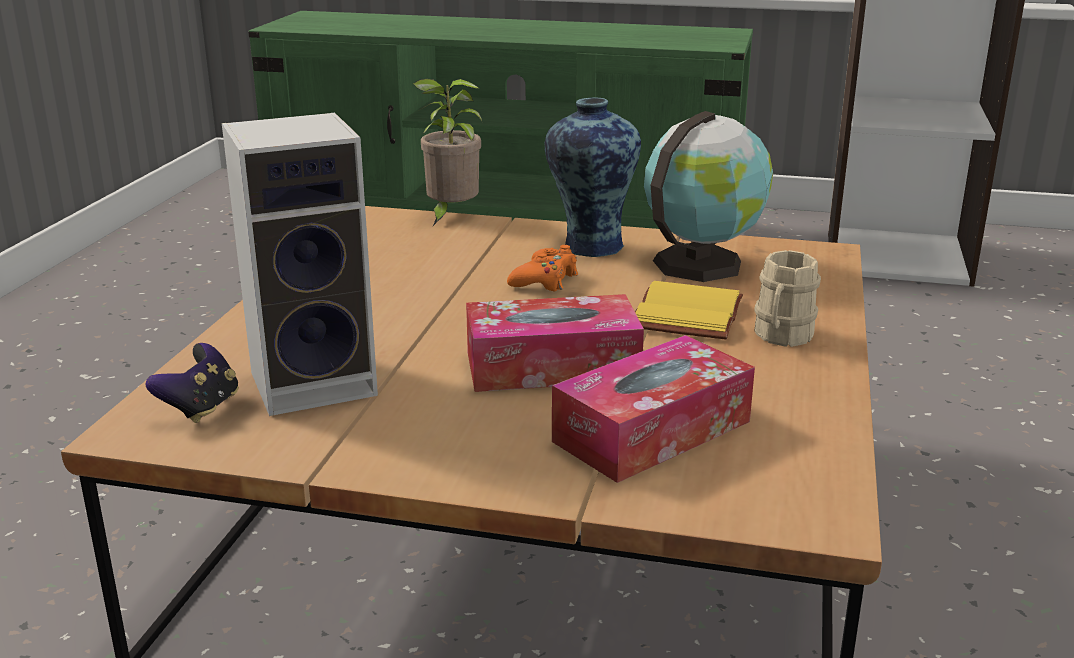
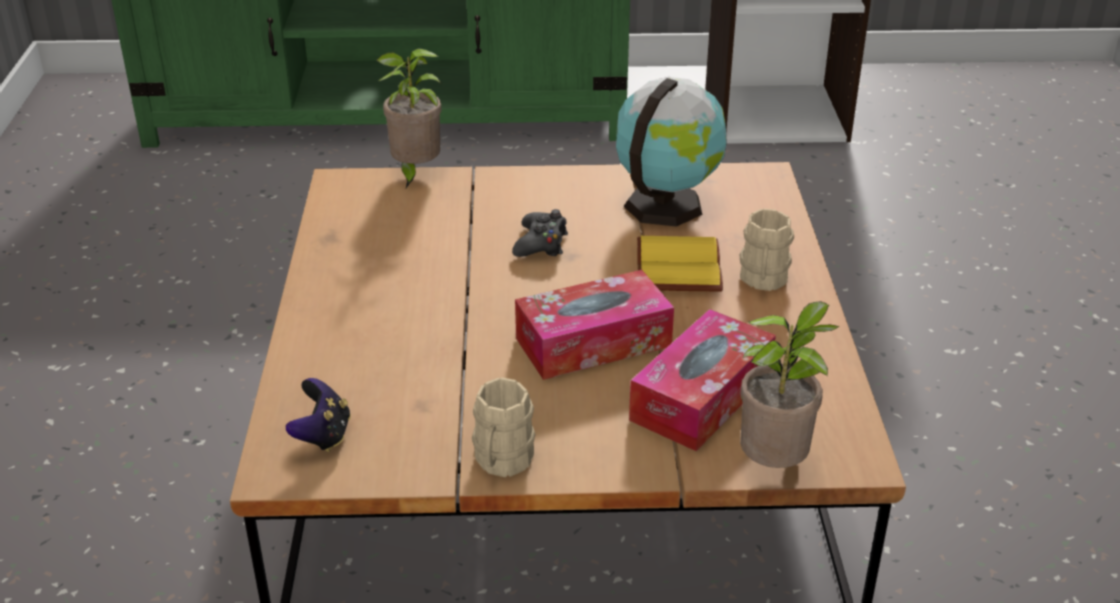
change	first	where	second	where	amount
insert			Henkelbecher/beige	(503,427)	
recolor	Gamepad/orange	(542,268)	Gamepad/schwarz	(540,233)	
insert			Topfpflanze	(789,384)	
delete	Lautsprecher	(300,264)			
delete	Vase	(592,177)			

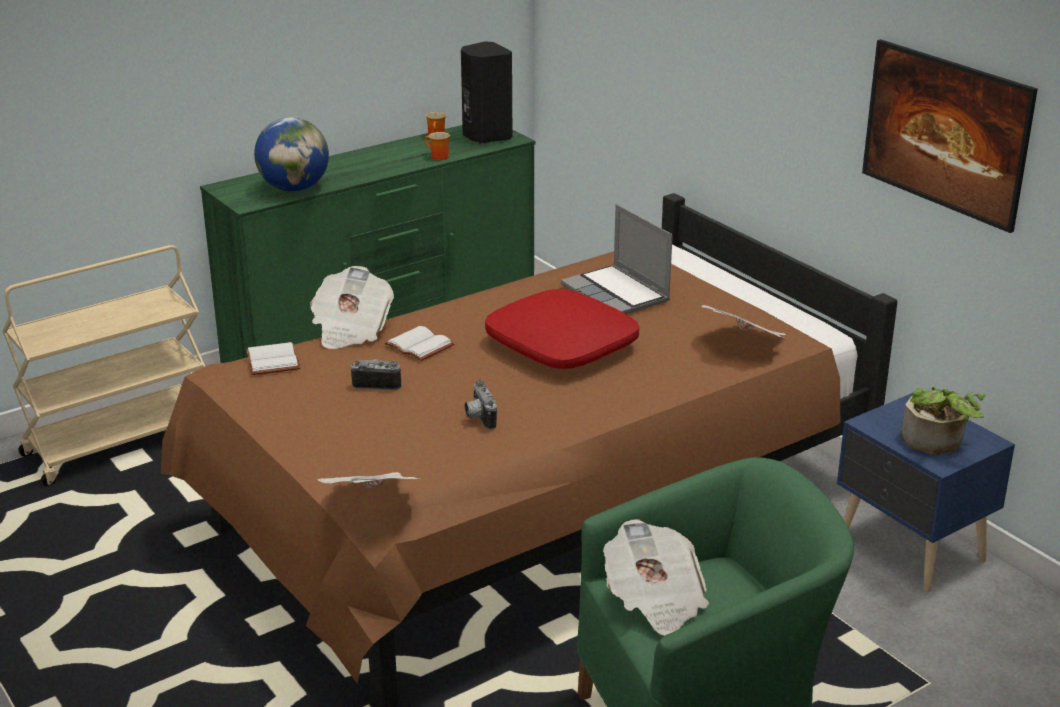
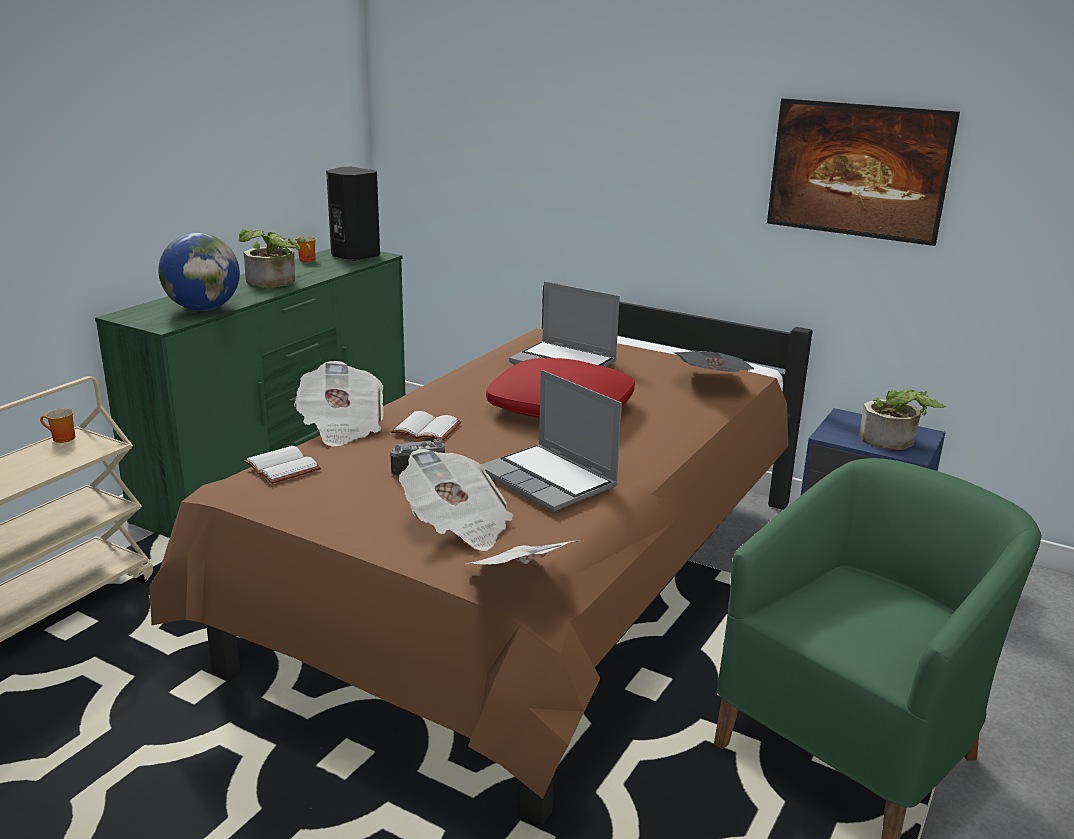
change	first	where	second	where	amount
move	Henkelbecher	(437,146)		(57,425)	
insert			Topfpflanze	(272,258)	
move	Zeitung	(656,577)		(456,500)	
replace	Kamera	(481,405)	Laptop	(551,441)	

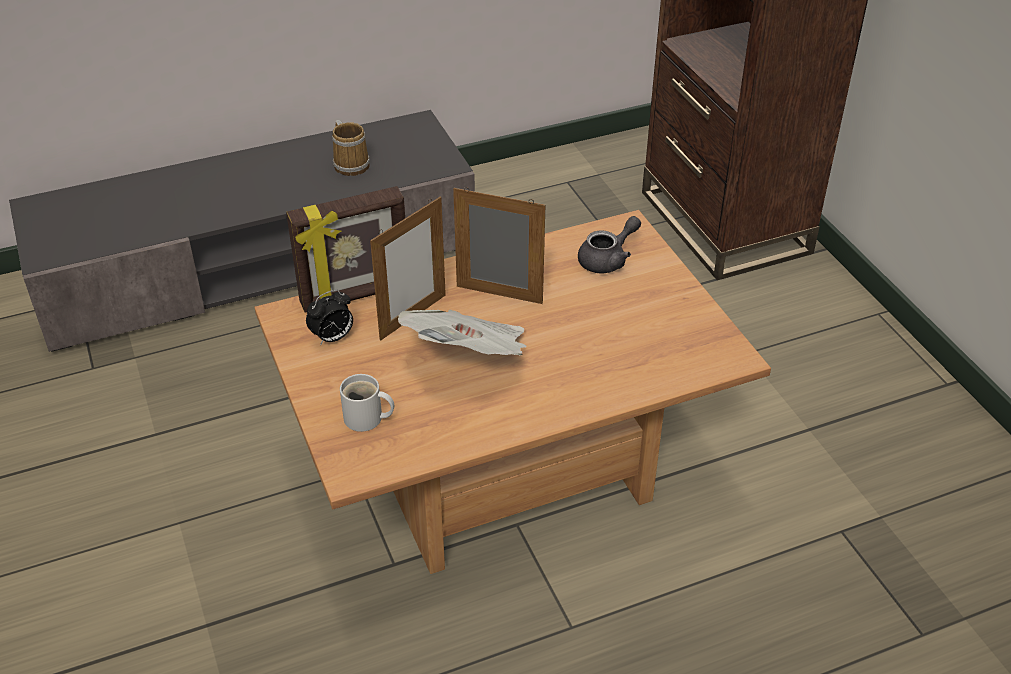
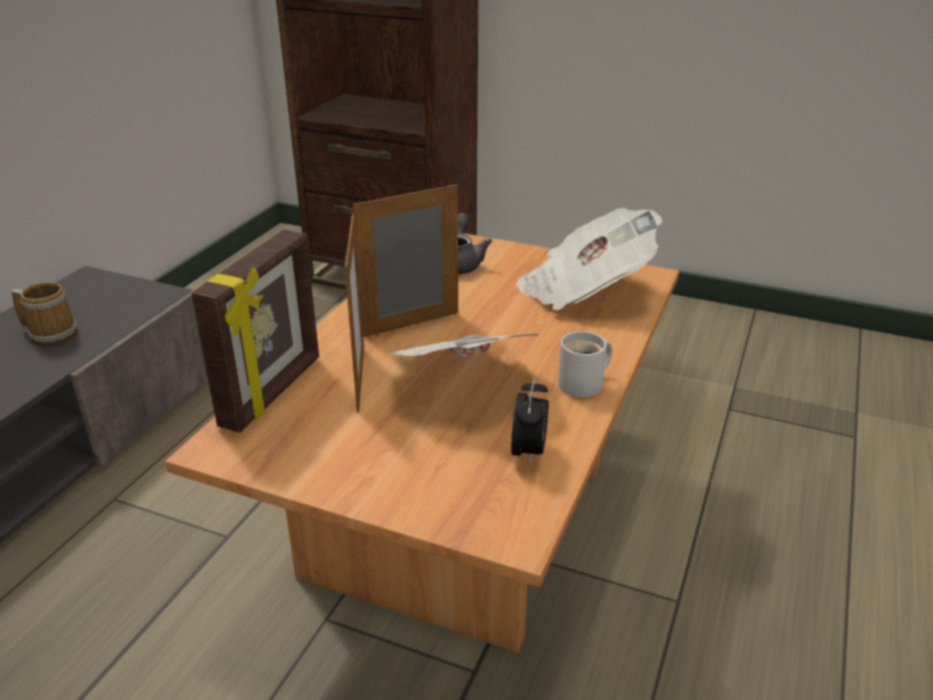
change	first	where	second	where	amount
move	Wecker	(329,317)		(529,421)	
insert			Zeitung	(589,259)	
move	Henkelbecher/weiß	(367,403)		(585,364)	

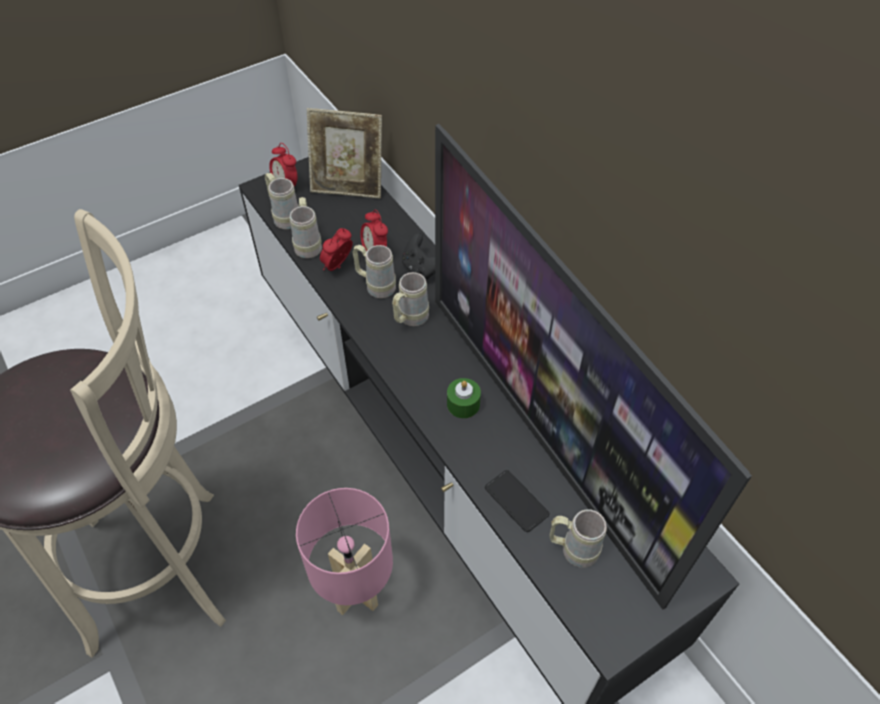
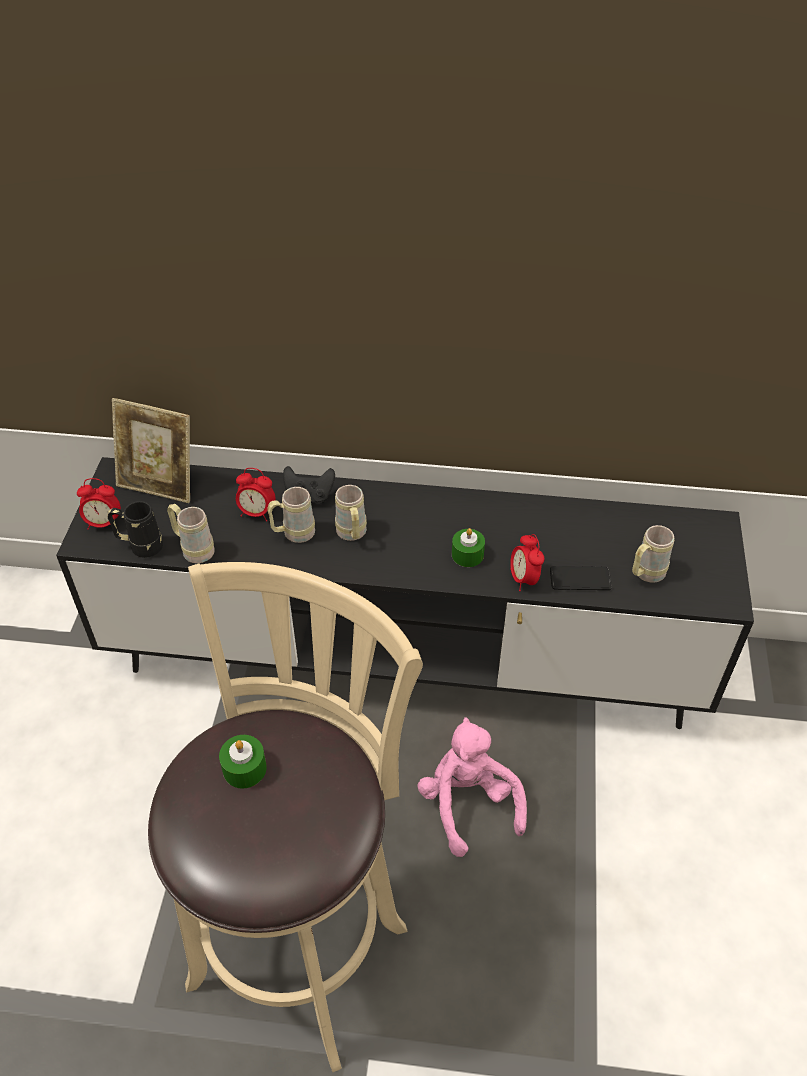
change	first	where	second	where	amount
recolor	Henkelbecher/beige	(282,201)	Henkelbecher/schwarz	(135,529)	
rotate	Bilderrahmen	(344,153)		(151,450)	60 degrees clockwise
insert			Kerze/grün	(243,762)	
replace	Tischlampe/rosa	(344,551)	Plüschtier/rosa	(472,787)	
move	Wecker	(336,249)		(527,562)	
delete	Fernseher	(593,367)			

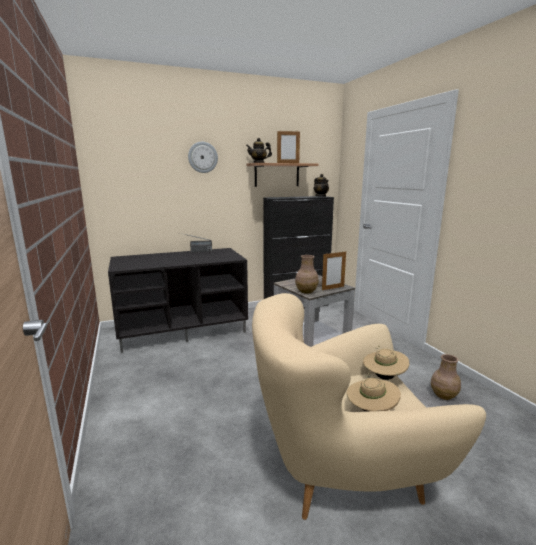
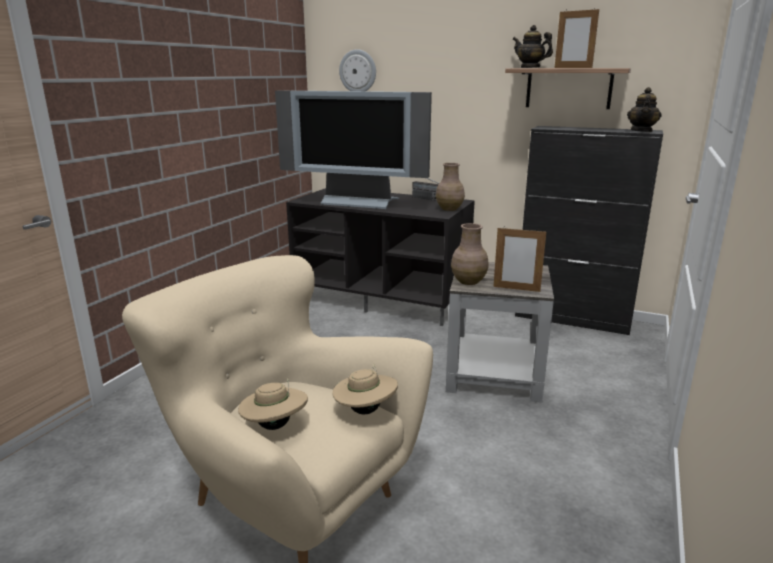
change	first	where	second	where	amount
insert			Fernseher	(353,150)	
move	Wanduhr	(203,157)		(357,70)	
move	Vase/braun	(446,377)		(450,187)	

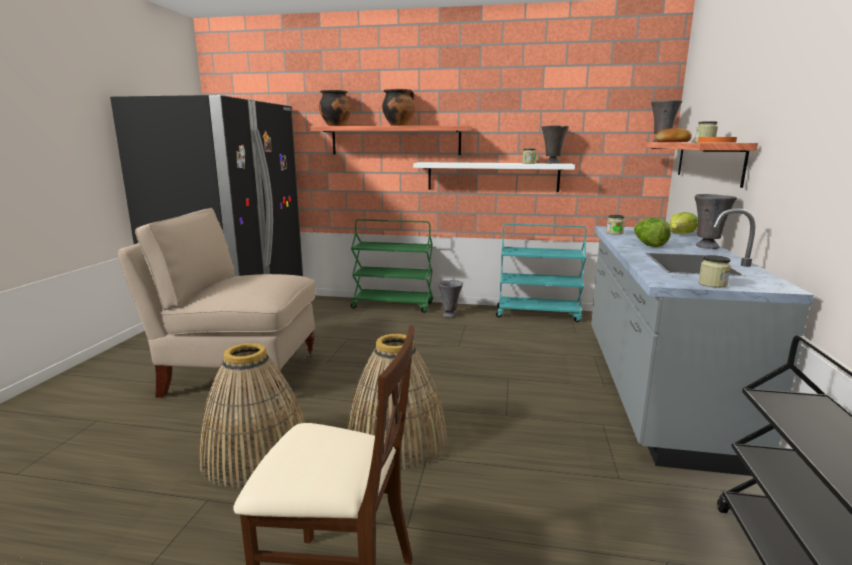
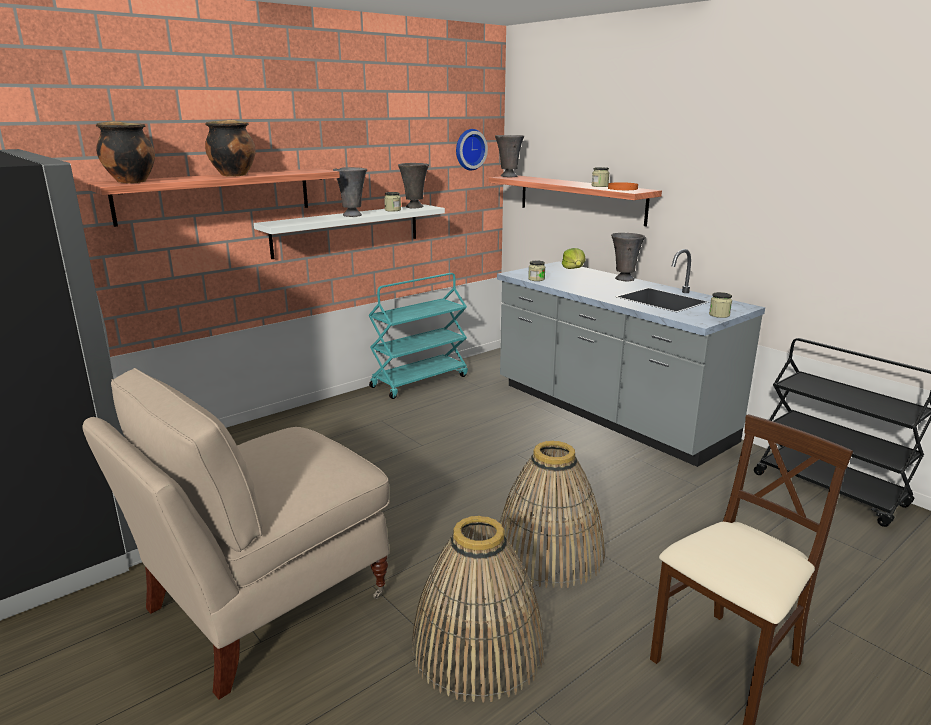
change	first	where	second	where	amount
move	Vase/grau	(450,299)		(350,192)	
insert			Wanduhr	(472,150)	
delete	Rollwagen/grün	(392,266)			
delete	Salatkopf	(652,232)			
delete	Brot	(673,135)			

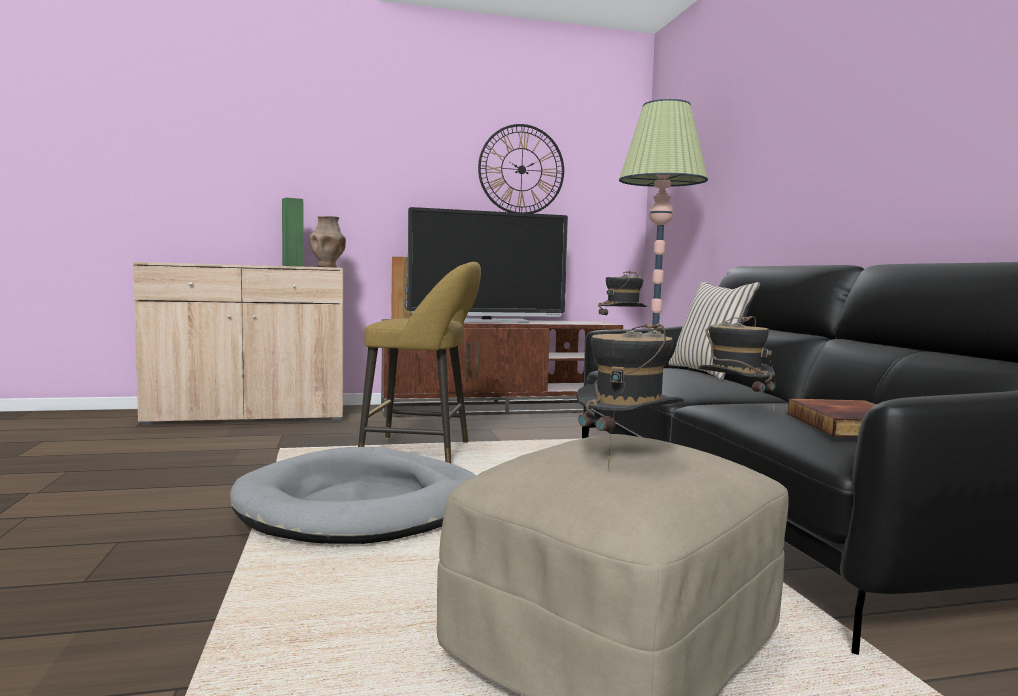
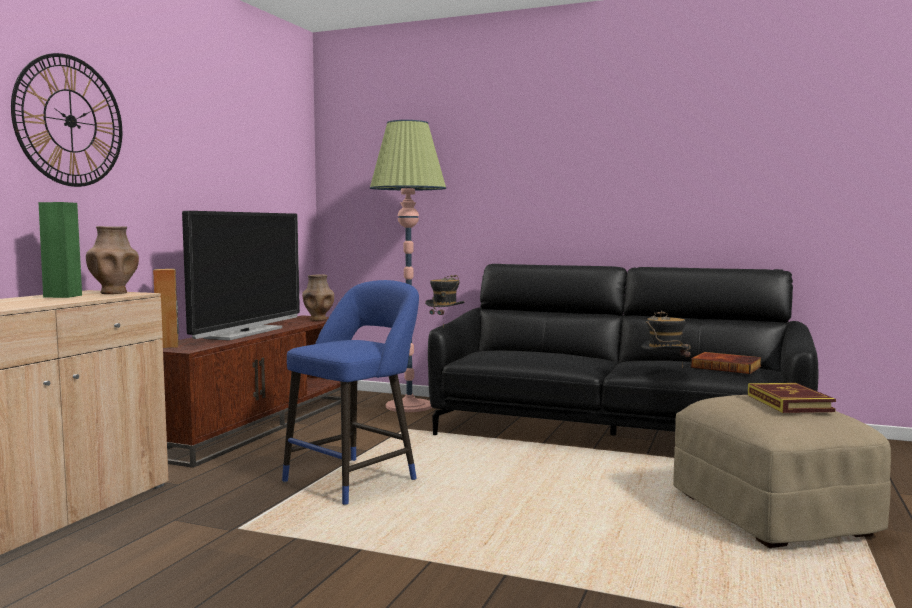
change	first	where	second	where	amount
move	Wanduhr	(521,169)		(66,120)	
recolor	Hocker/gelb	(419,362)	Hocker/blau	(350,392)	
insert			Vase/braun	(318,297)	
replace	Hut	(630,395)	Buch	(792,398)	
delete	Hundebett/grau	(353,495)			
delete	Kissen/beige	(714,331)			

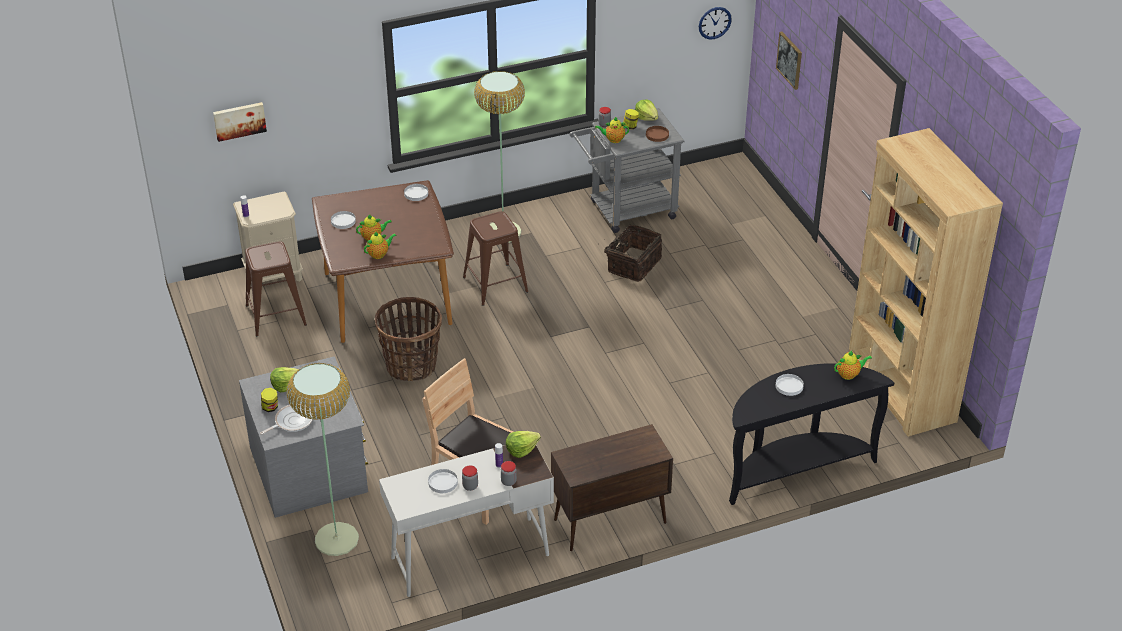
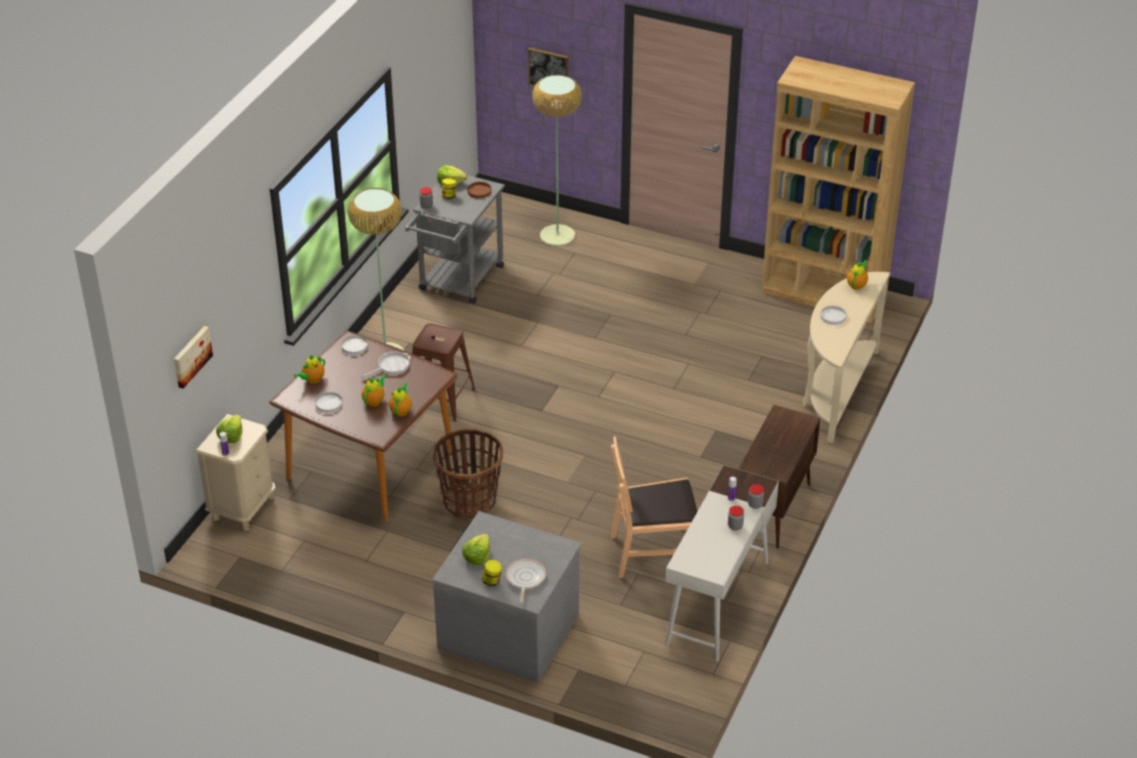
change	first	where	second	where	amount
move	Salatkopf	(523,444)		(229,429)	
move	Teekanne	(612,130)		(309,369)	
insert			Pfanne	(386,365)	
move	Stehlampe	(322,459)		(557,160)	
recolor	Konsolentisch/schwarz	(811,434)	Konsolentisch/beige	(846,357)	
delete	Hocker/braun	(276,288)			
delete	Teller/weiß	(443,481)			
delete	Korb	(633,253)			
delete	Wanduhr	(715,23)			

